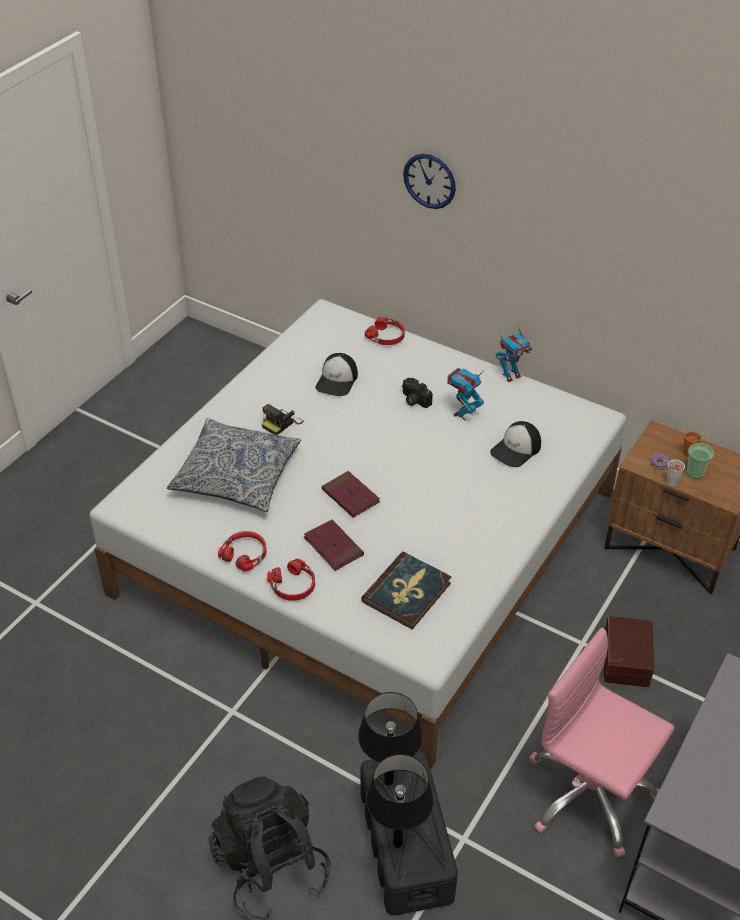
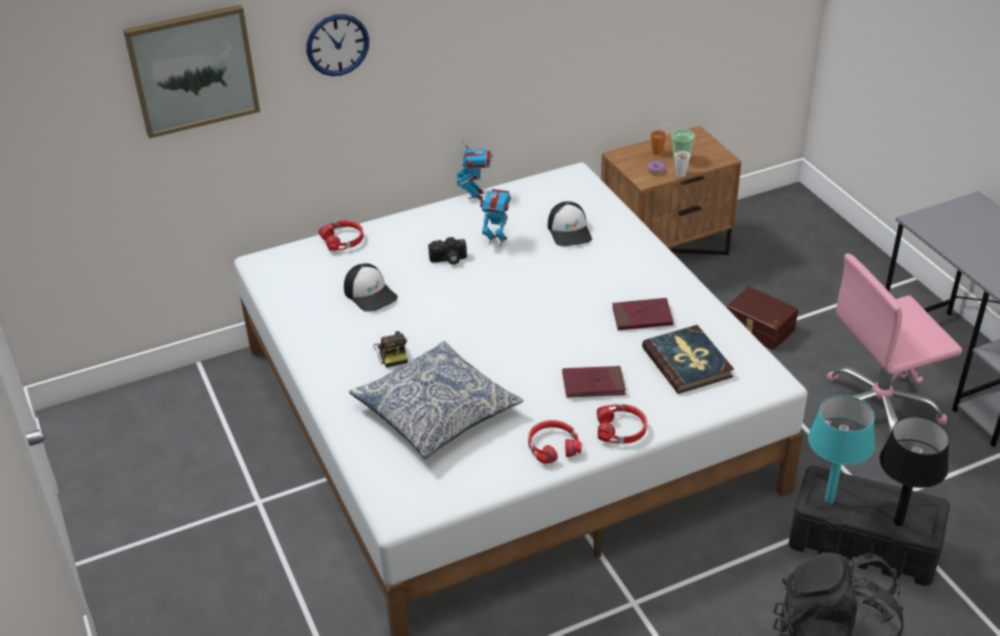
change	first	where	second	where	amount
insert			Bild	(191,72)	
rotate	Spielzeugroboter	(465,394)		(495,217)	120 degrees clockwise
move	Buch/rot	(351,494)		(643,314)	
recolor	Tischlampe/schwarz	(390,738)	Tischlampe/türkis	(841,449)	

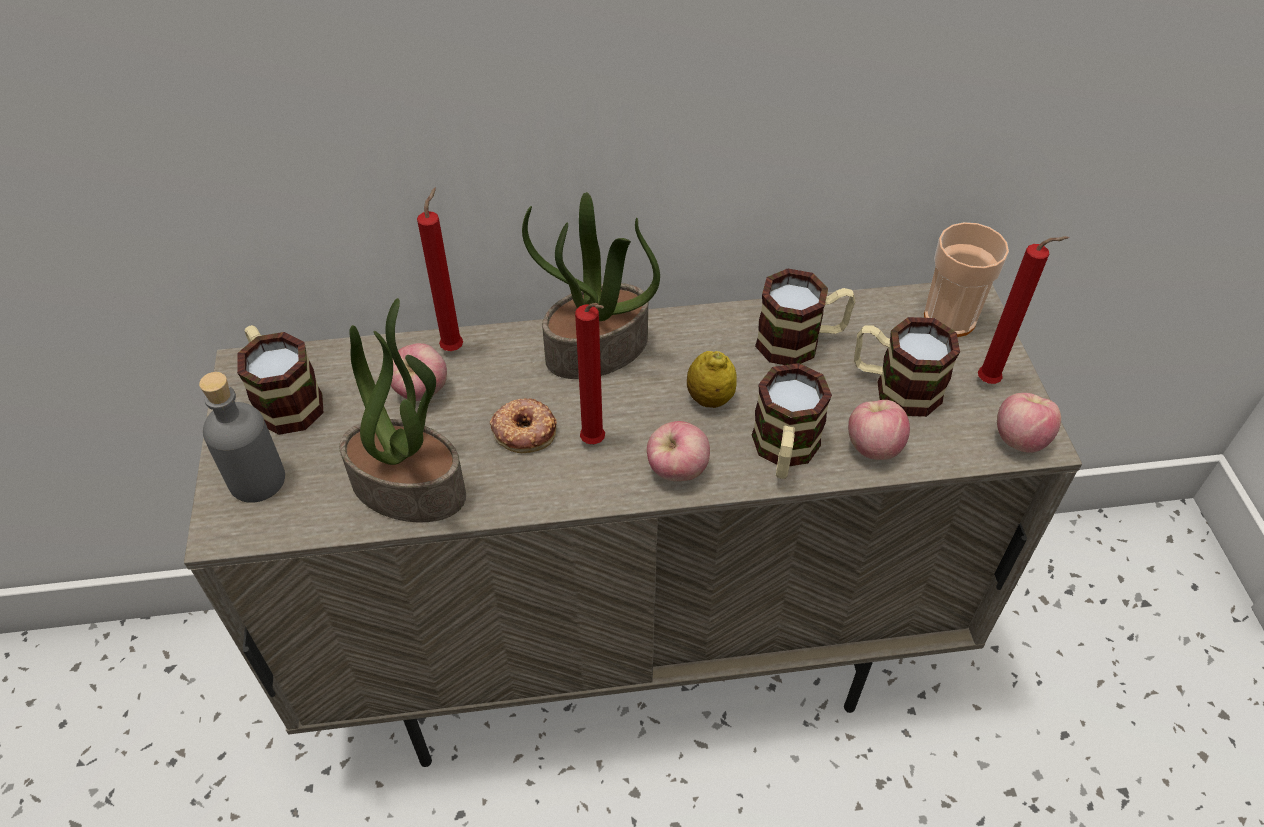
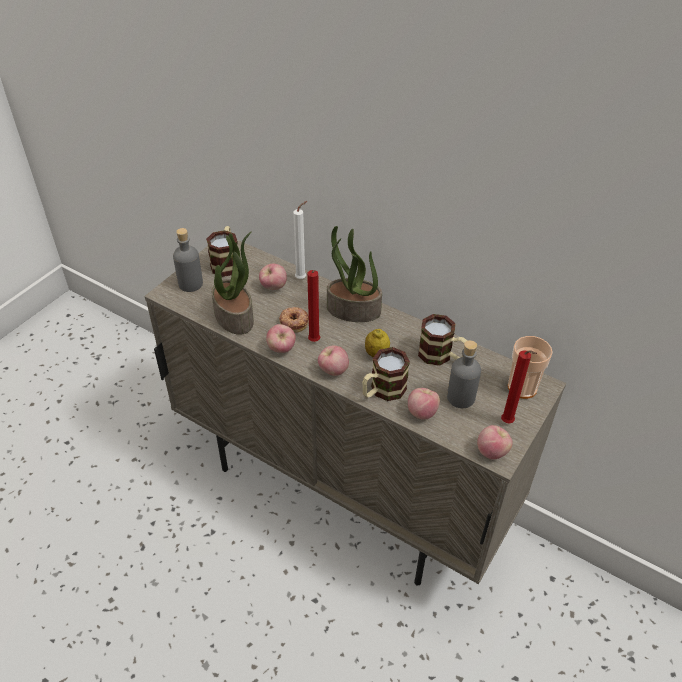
change	first	where	second	where	amount
insert			Apfel	(281,338)	
recolor	Kerze/rot	(440,269)	Kerze/weiß	(300,240)	
replace	Henkelbecher	(907,367)	Flasche/grau	(464,374)	

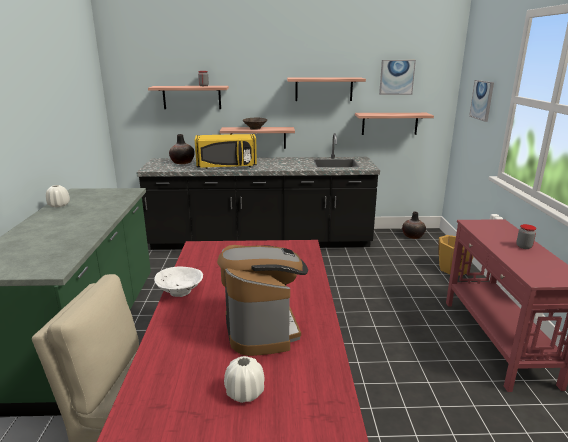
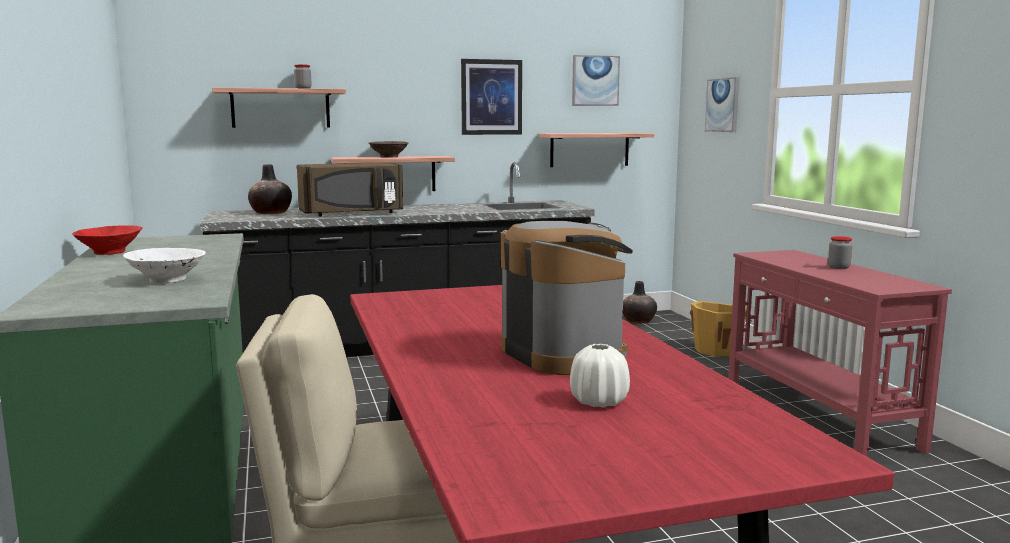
change	first	where	second	where	amount
replace	Vase/weiß	(58,196)	Schüssel/rot	(107,240)	
move	Schüssel/weiß	(178,281)		(164,266)	
recolor	Mikrowelle/gelb	(226,151)	Mikrowelle/braun	(350,190)	
replace	Wandregal	(326,89)	Bild	(491,97)	

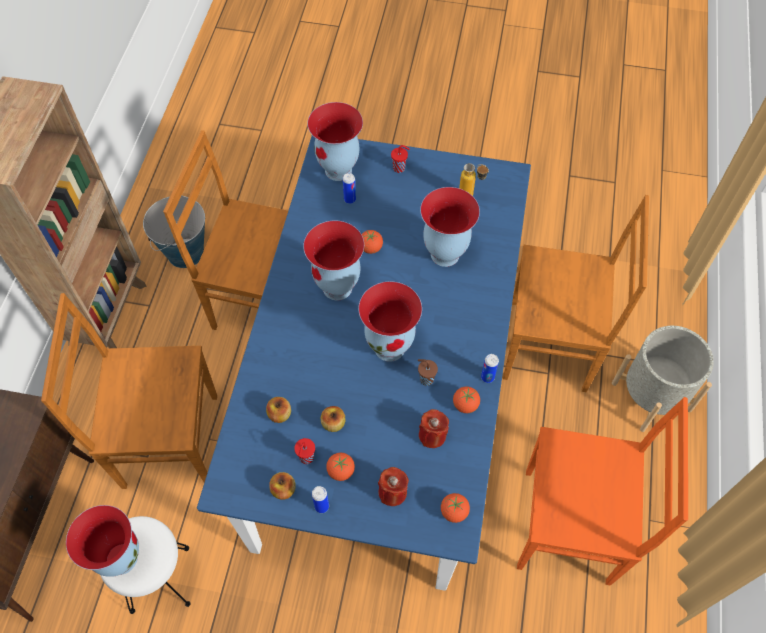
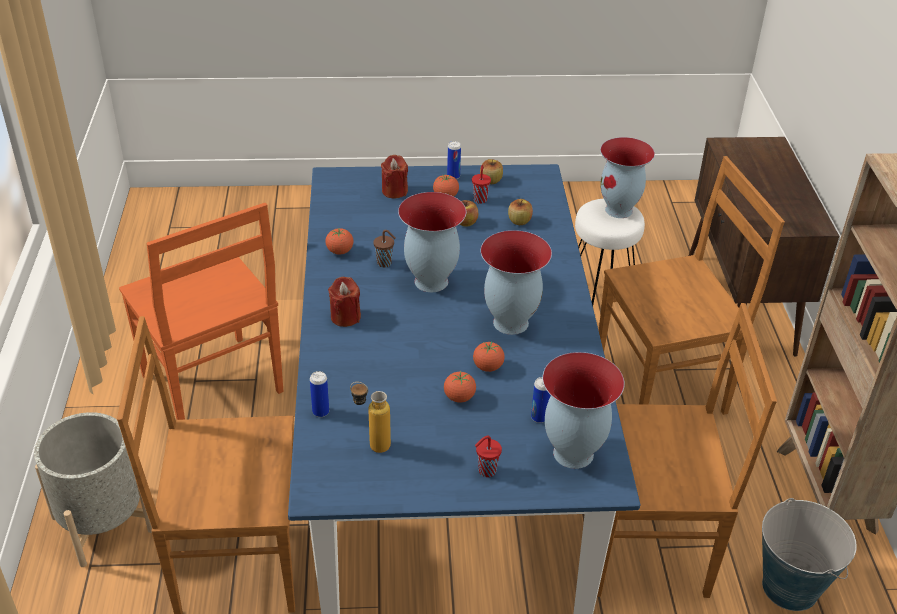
change	first	where	second	where	amount
rotate	Stuhl/orange	(602,491)		(201,311)	120 degrees counterclockwise
move	Dose	(490,368)		(319,394)	
move	Kerze/rot	(434,428)		(344,302)	
move	Tomate	(455,508)		(460,387)	
delete	Vase	(450,227)			

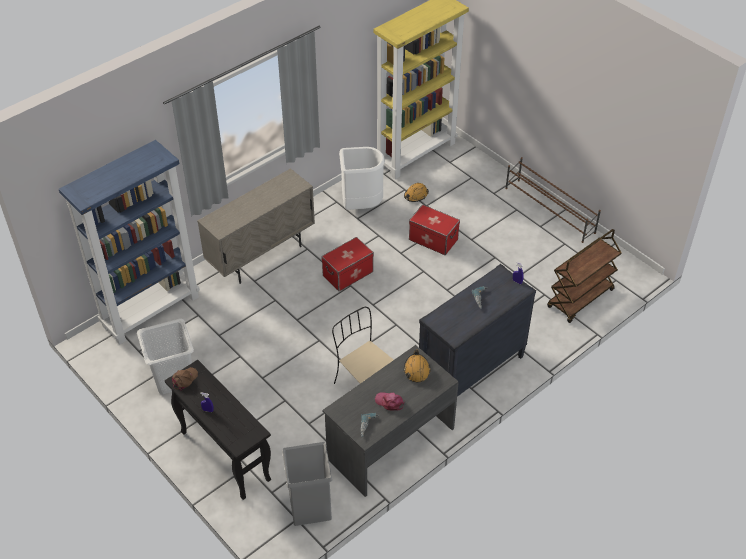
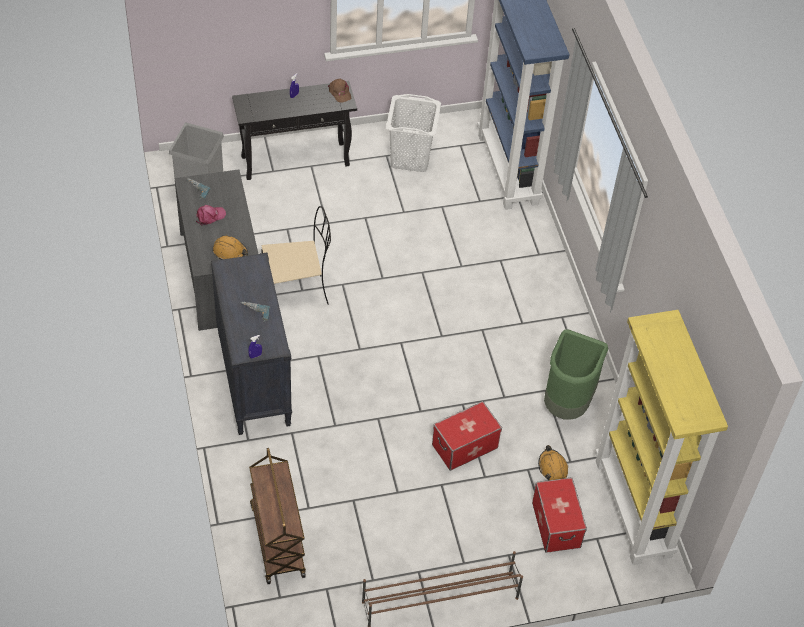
change	first	where	second	where	amount
move	Aufbewahrungsbox	(347,264)		(559,515)	
recolor	Mülleimer/weiß	(362,178)	Mülleimer/grün	(576,374)	
delete	Schrank/beige	(256,226)			

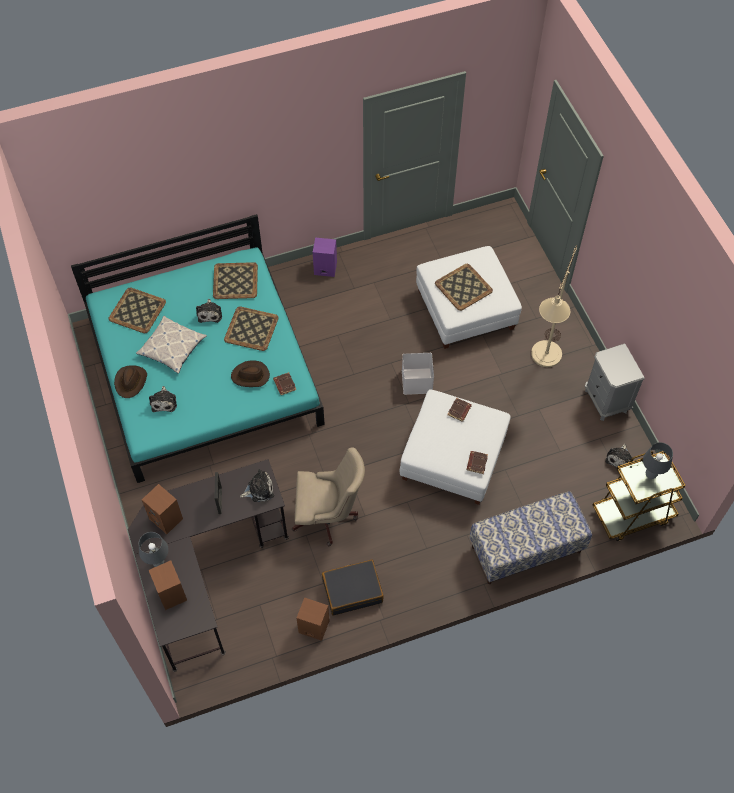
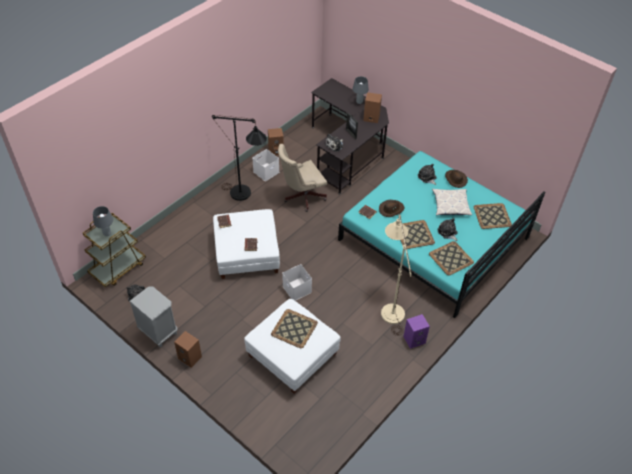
change	first	where	second	where	amount
move	Lautsprecher/braun	(168,585)		(188,349)	
insert			Stehlampe/schwarz	(239,158)	
replace	Koffer/schwarz	(353,587)	Aufbewahrungsbox/weiß	(265,165)	
move	Stehlampe/beige	(554,306)		(396,275)	
delete	Bank	(531,537)			

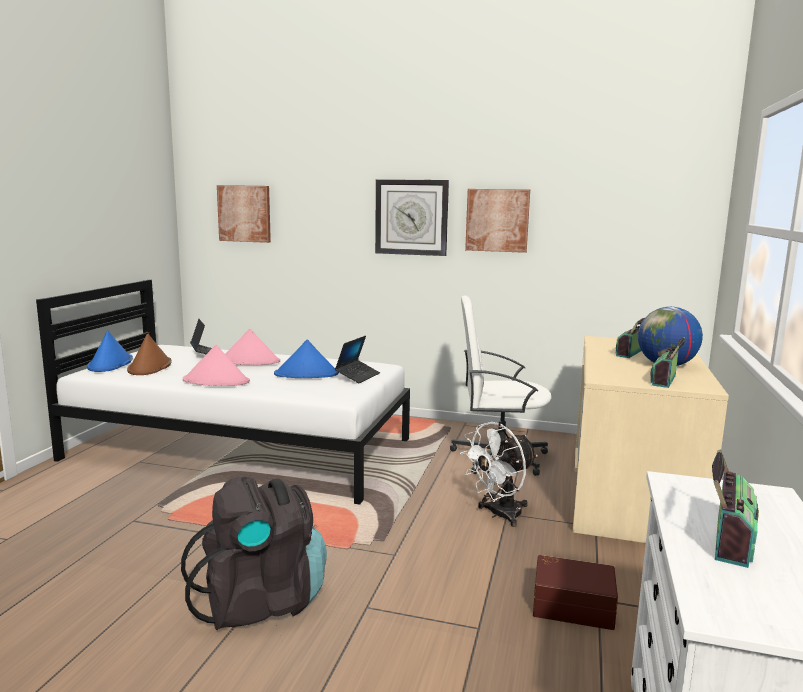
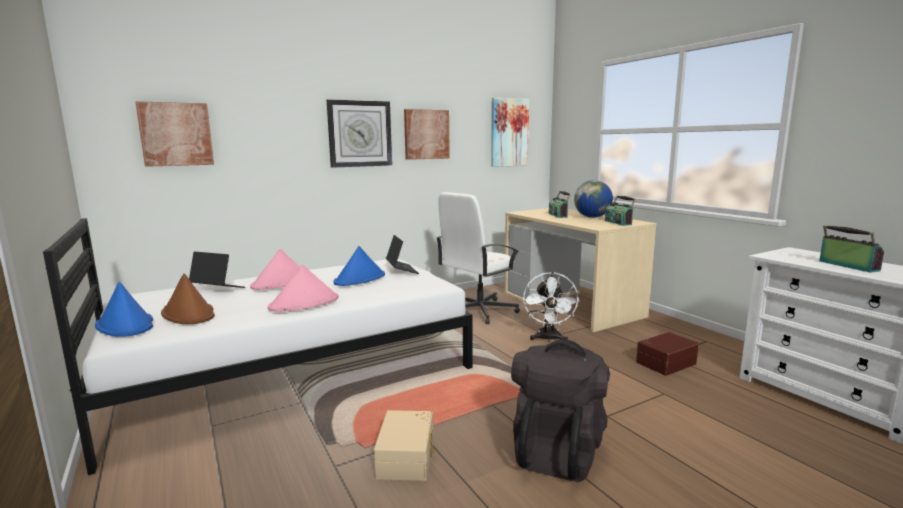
change	first	where	second	where	amount
insert			Aufbewahrungsbox/beige	(404,445)	
insert			Bild	(510,132)	

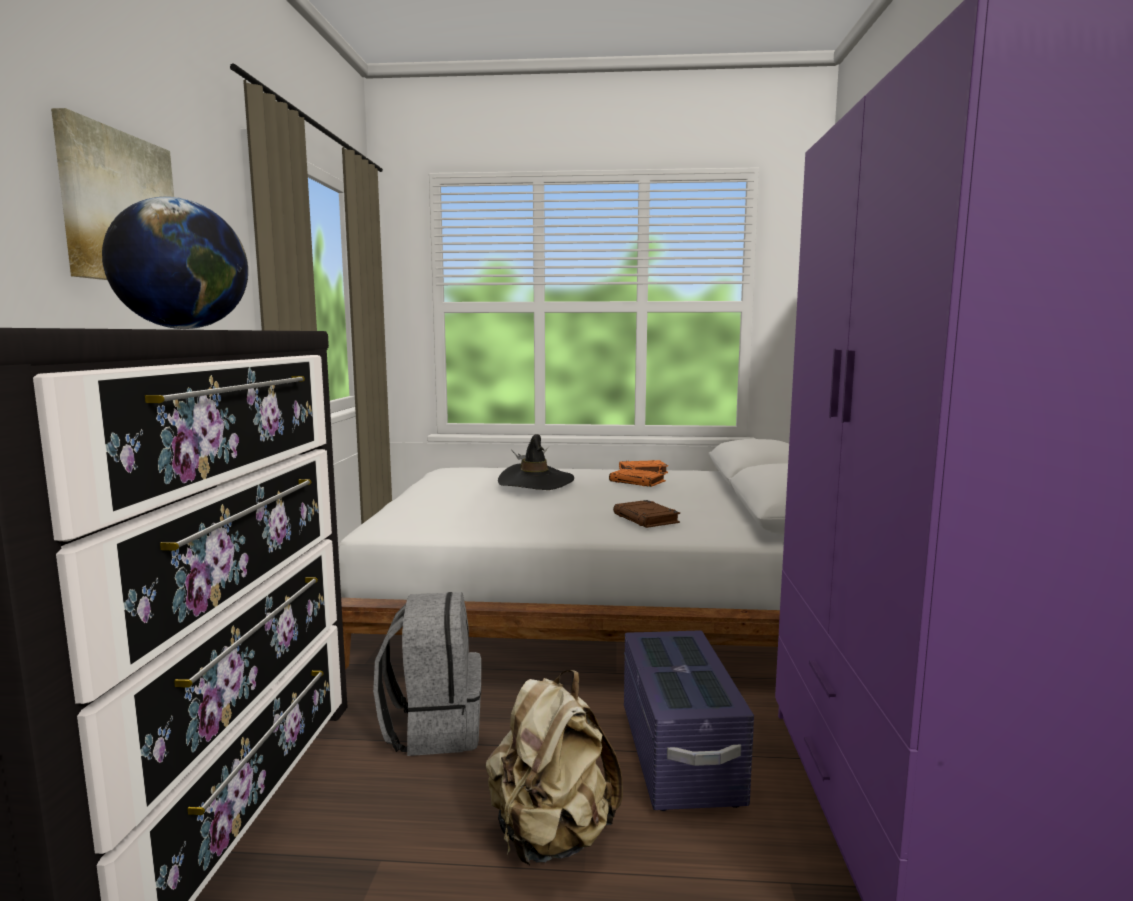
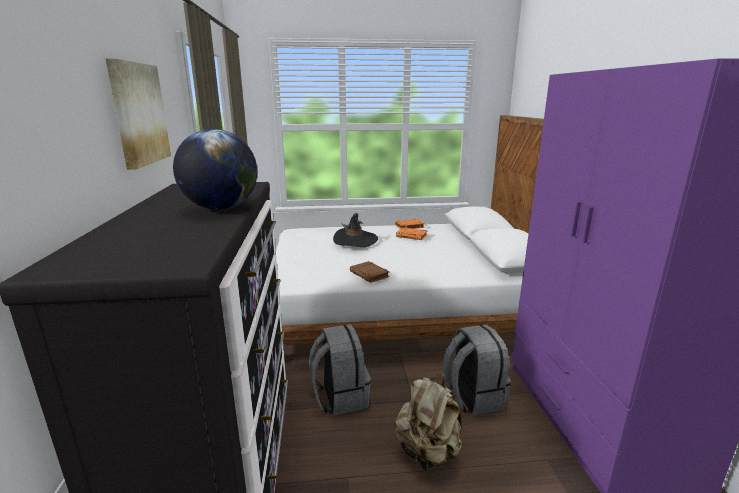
change	first	where	second	where	amount
move	Buch/braun	(646,514)		(370,272)	
replace	Aufbewahrungsbox/lila	(689,720)	Rucksack/grau	(477,370)	

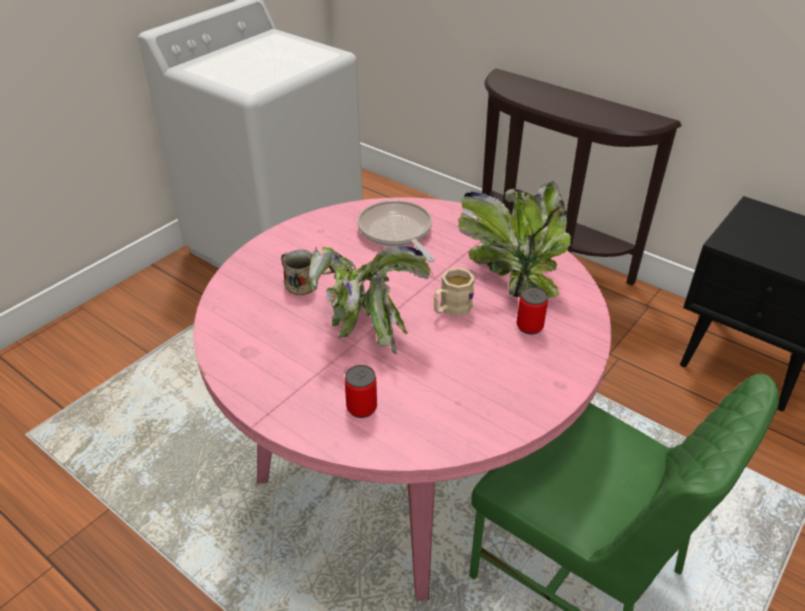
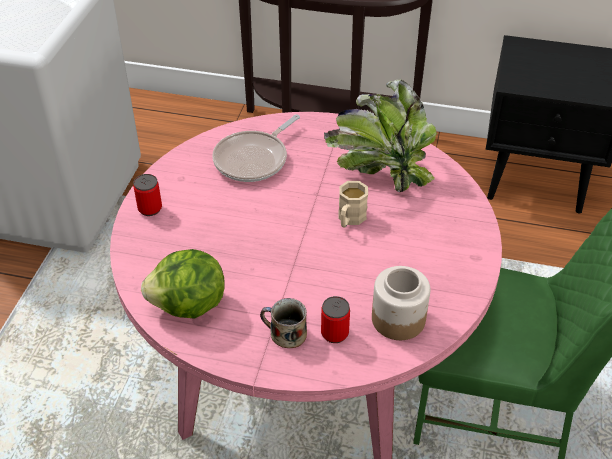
change	first	where	second	where	amount
move	Dose	(532,310)		(147,195)	
insert			Salatkopf	(183,284)	
rotate	Pfanne	(396,231)		(256,148)	90 degrees counterclockwise
move	Henkelbecher	(299,272)		(283,323)	
insert			Vorratsglas	(401,303)	
delete	Topfpflanze	(369,300)			

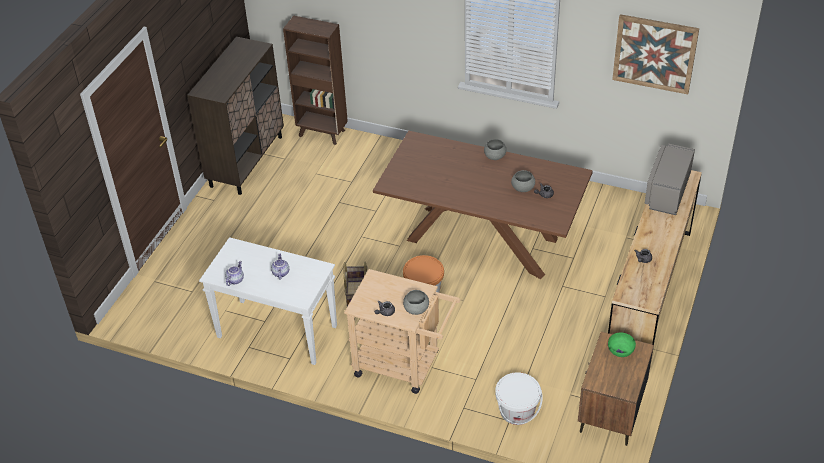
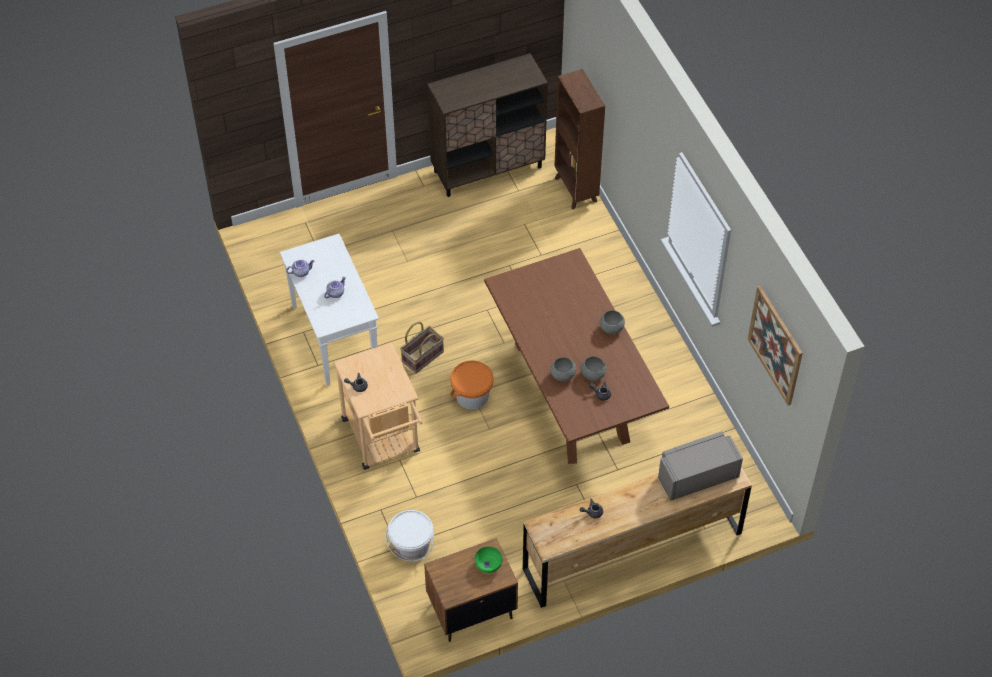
change	first	where	second	where	amount
move	Schüssel/grau	(416,302)		(563,369)	

